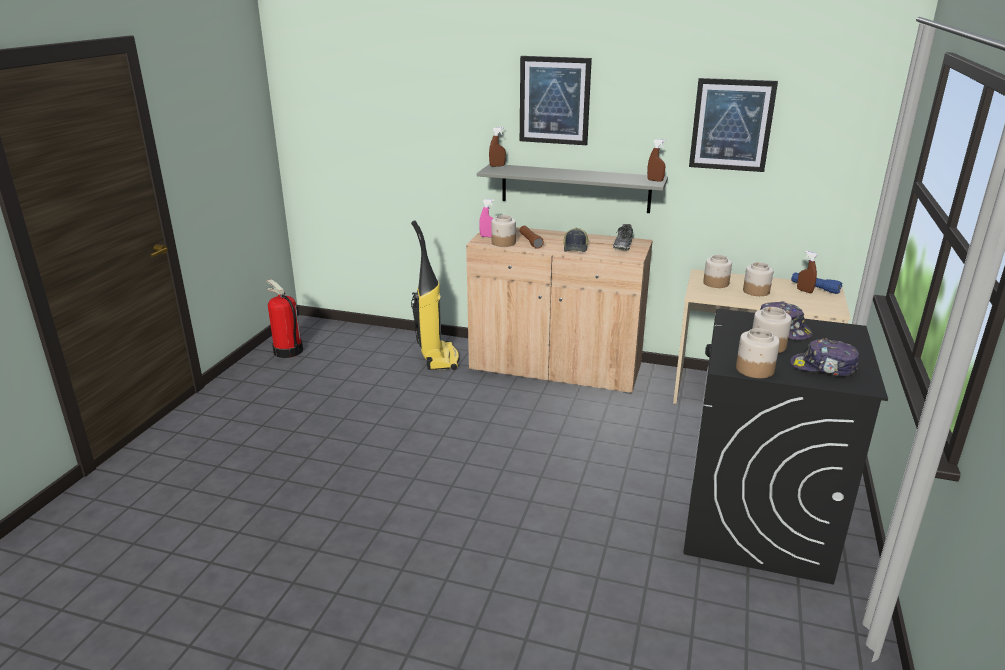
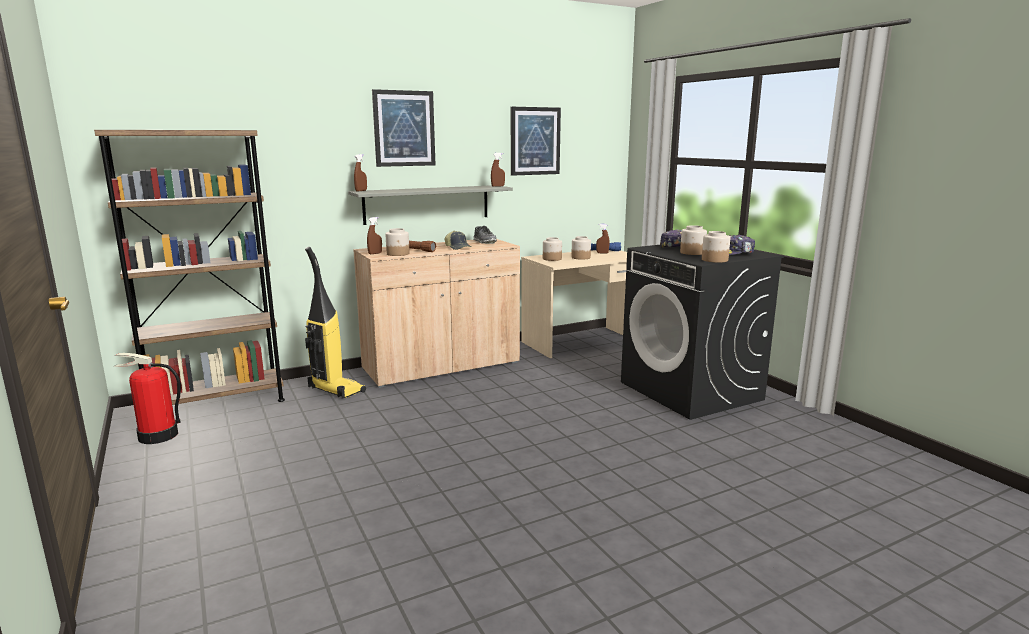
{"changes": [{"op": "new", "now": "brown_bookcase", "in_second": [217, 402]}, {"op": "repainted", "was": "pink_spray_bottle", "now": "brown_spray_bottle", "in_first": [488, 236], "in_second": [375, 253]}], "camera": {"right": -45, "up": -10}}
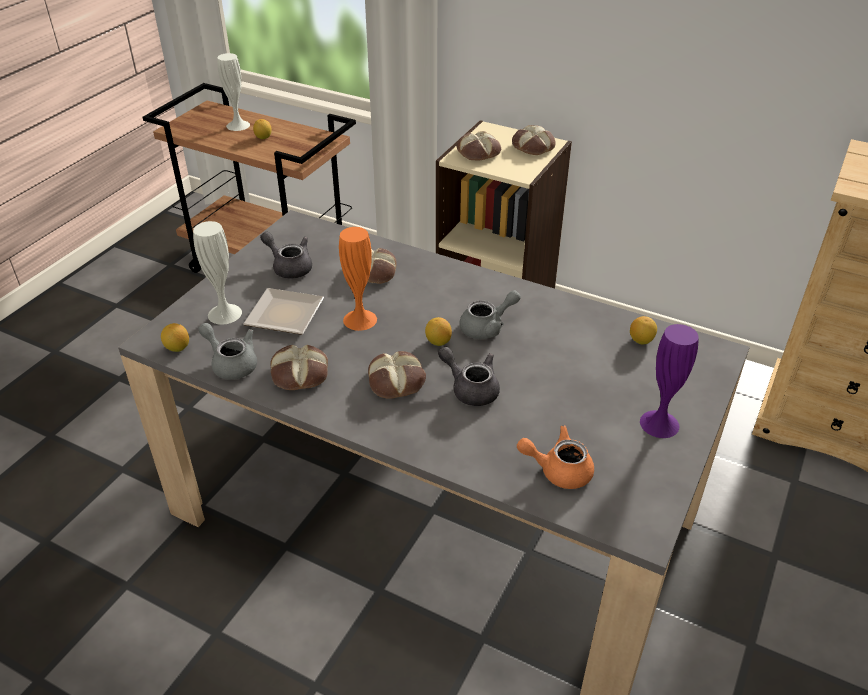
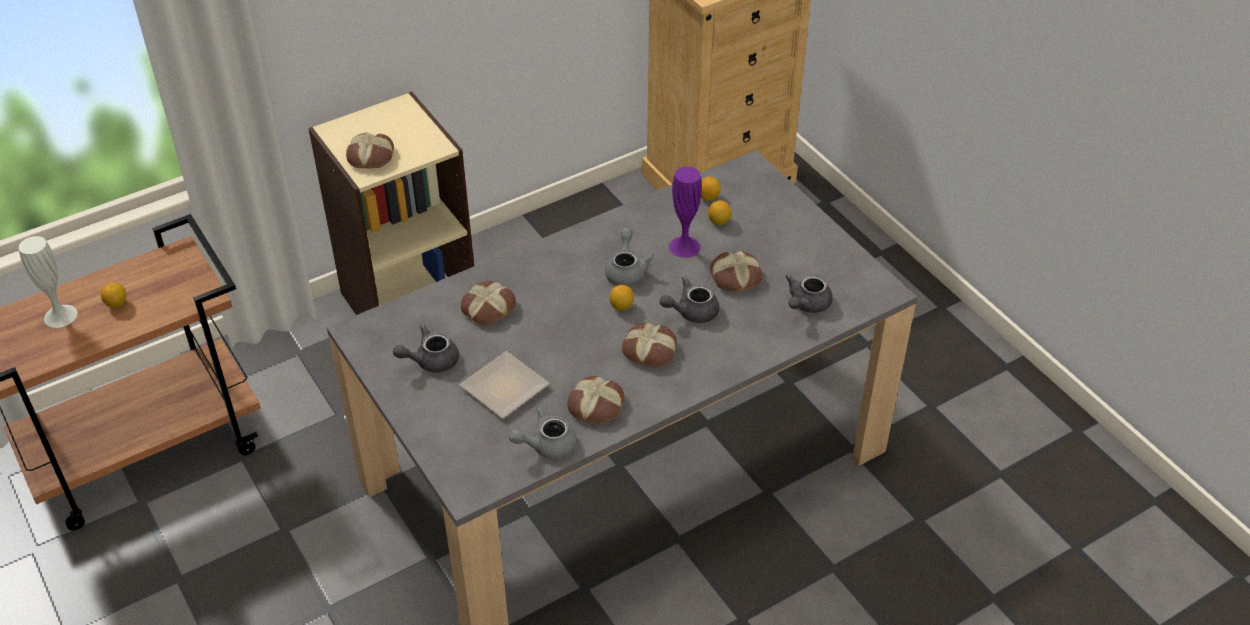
{"changes": [{"op": "gone", "was": "white_vase", "in_first": [224, 314]}, {"op": "gone", "was": "orange_vase", "in_first": [360, 319]}, {"op": "shifted", "was": "lemon", "in_first": [177, 348], "in_second": [719, 221]}, {"op": "shifted", "was": "bread", "in_first": [532, 147], "in_second": [736, 277]}, {"op": "shifted", "was": "purple_vase", "in_first": [659, 424], "in_second": [684, 247]}, {"op": "repainted", "was": "orange_teapot", "now": "grey_teapot", "in_first": [558, 470], "in_second": [806, 304]}], "camera": {"right": -60, "up": 5}}
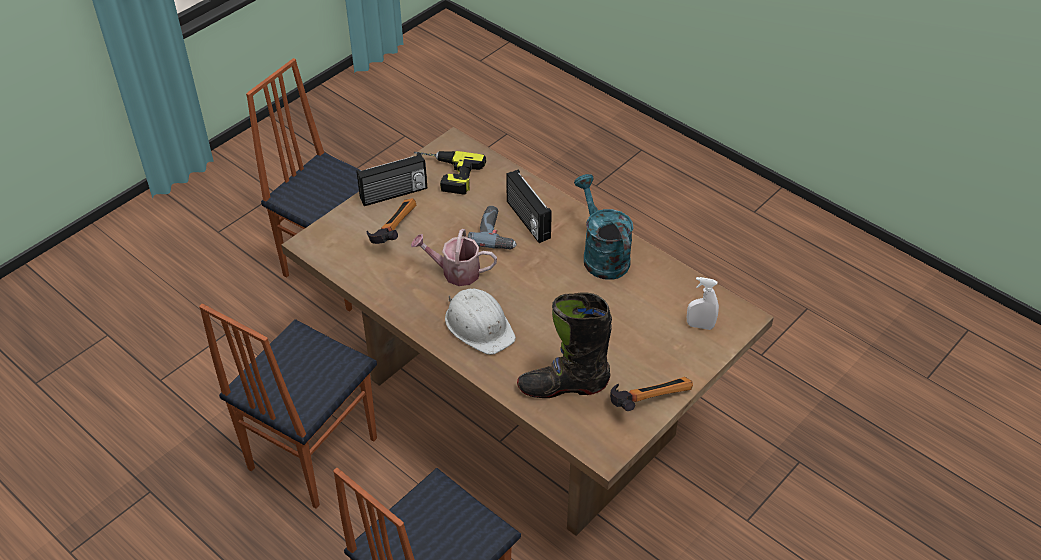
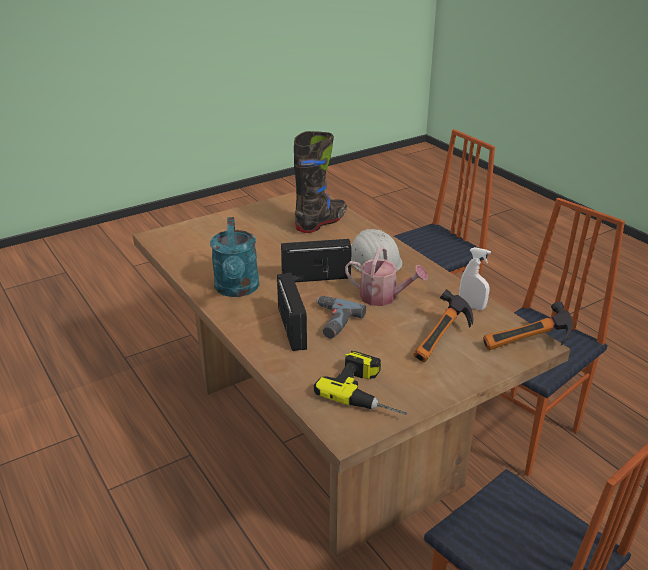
{"changes": [{"op": "shifted", "was": "radio", "in_first": [394, 194], "in_second": [316, 276]}, {"op": "shifted", "was": "hammer", "in_first": [647, 398], "in_second": [528, 346]}, {"op": "shifted", "was": "white_spray_bottle", "in_first": [700, 326], "in_second": [472, 306]}, {"op": "rotated", "was": "black_boot", "in_first": [563, 386], "in_second": [321, 222], "clockwise": -60}], "camera": {"right": -165, "up": -15}}
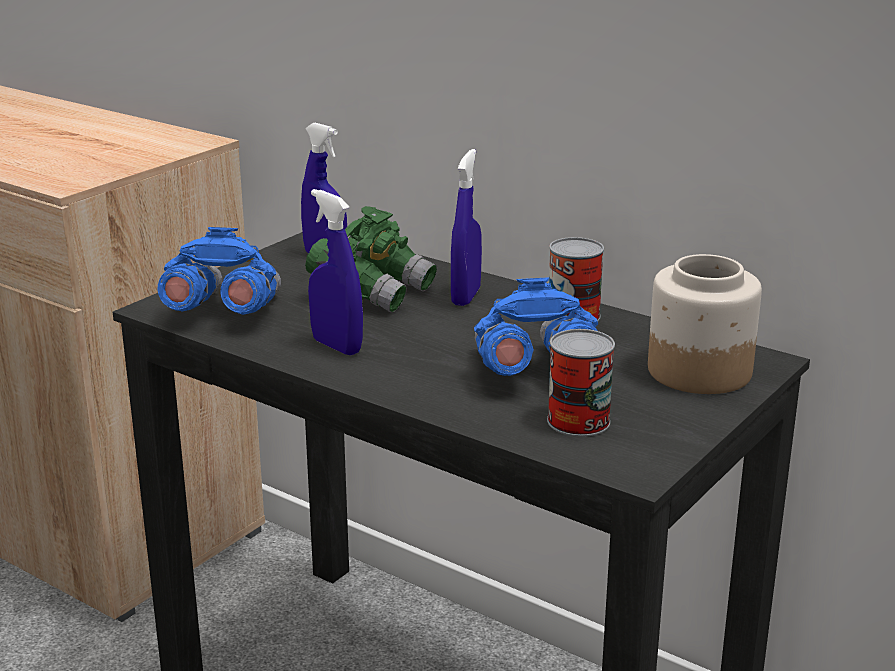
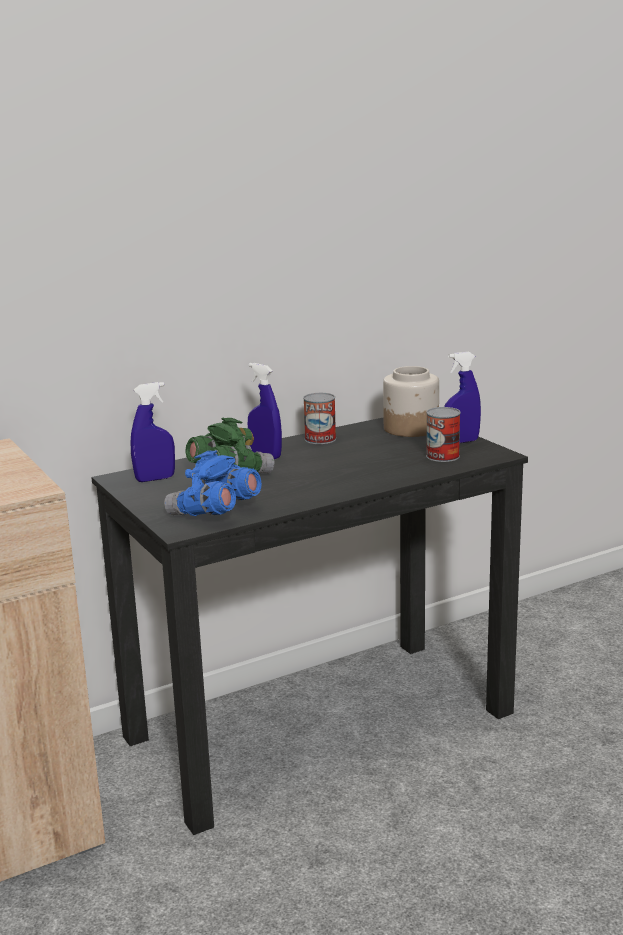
{"changes": [{"op": "gone", "was": "blue_binoculars", "in_first": [532, 372]}, {"op": "shifted", "was": "blue_spray_bottle", "in_first": [336, 346], "in_second": [461, 442]}], "camera": {"right": -65, "up": -5}}
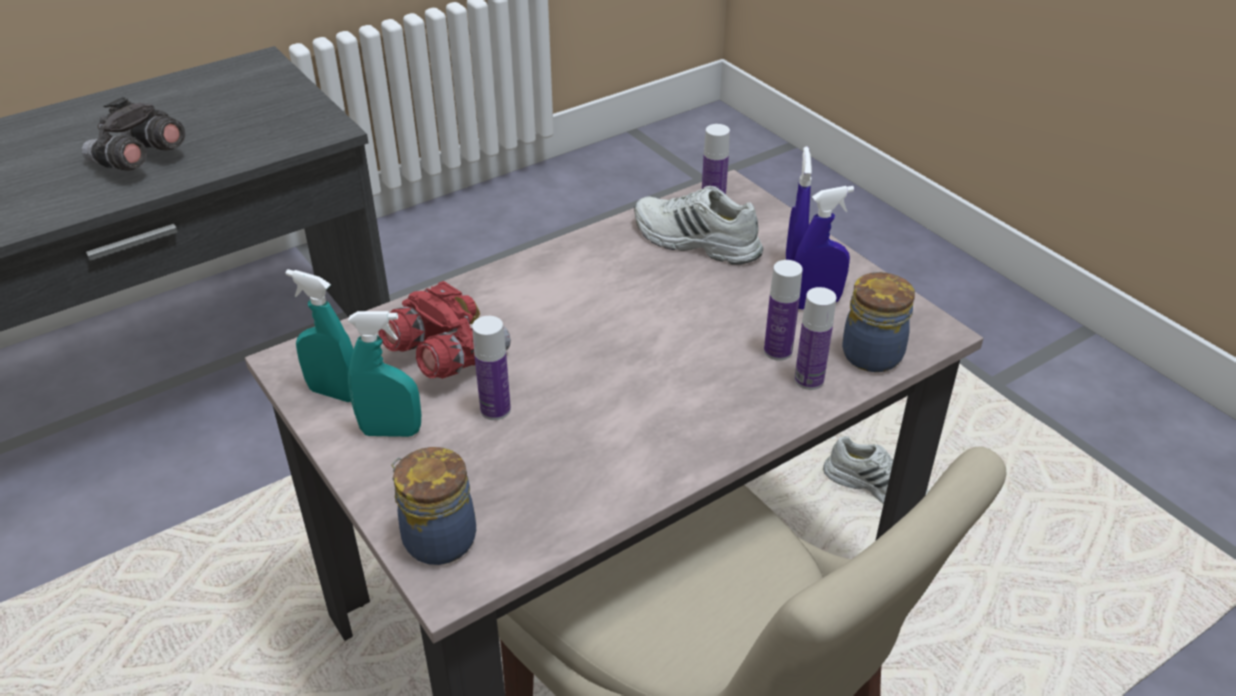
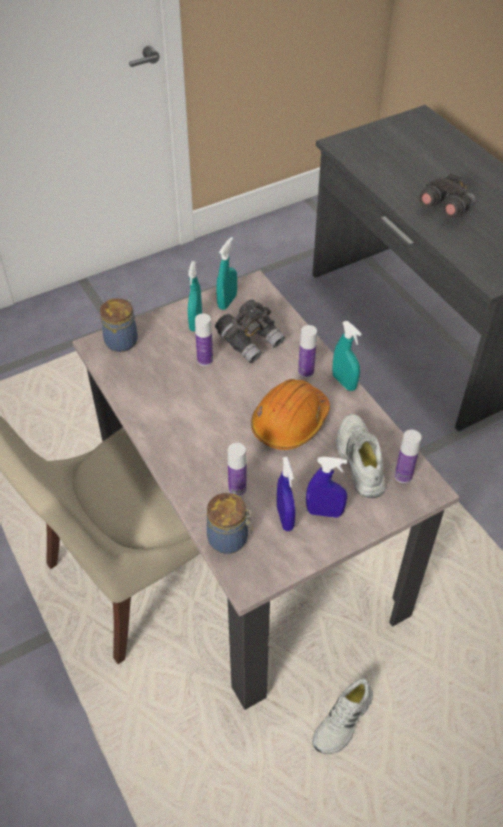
{"changes": [{"op": "new", "now": "orange_hard_hat", "in_second": [290, 423]}, {"op": "new", "now": "turquoise_spray_bottle", "in_second": [344, 382]}, {"op": "shifted", "was": "bottle", "in_first": [809, 380], "in_second": [306, 371]}, {"op": "repainted", "was": "red_binoculars", "now": "grey_binoculars", "in_first": [446, 356], "in_second": [250, 341]}, {"op": "rotated", "was": "white_shoe", "in_first": [695, 241], "in_second": [358, 460], "clockwise": -45}], "camera": {"right": 95, "up": 10}}
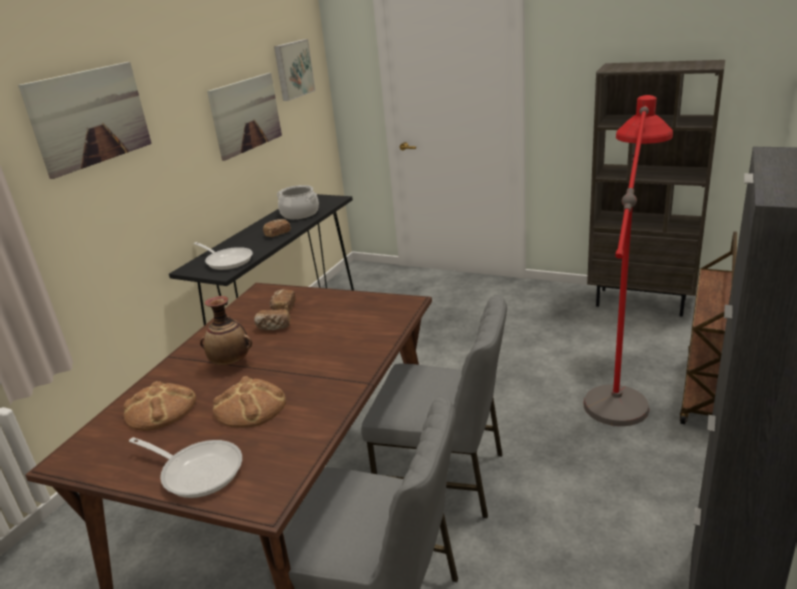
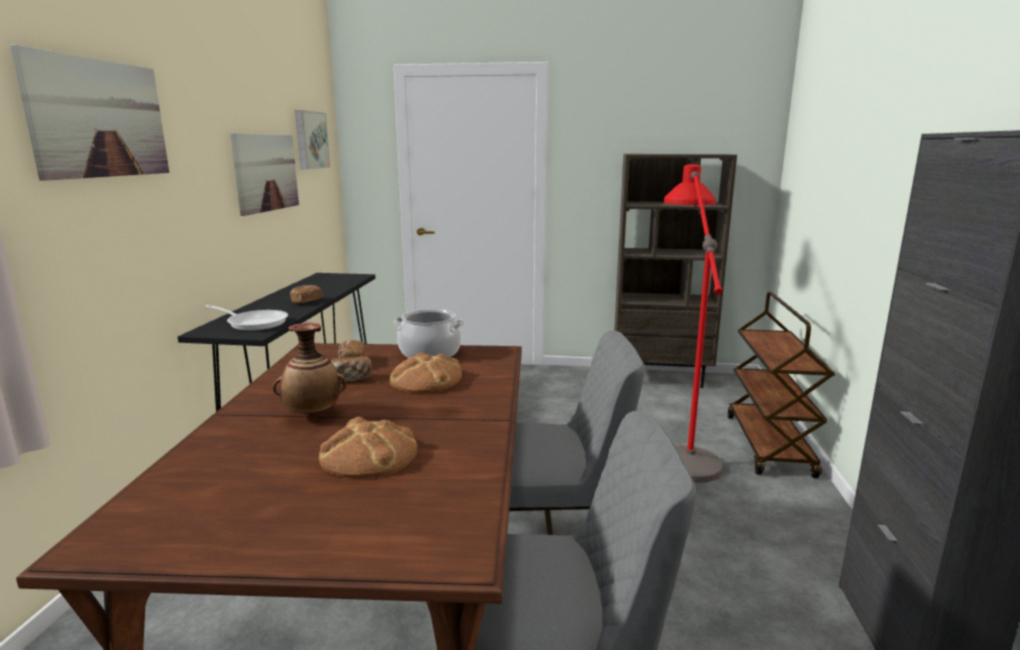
{"changes": [{"op": "gone", "was": "frying_pan", "in_first": [197, 471]}, {"op": "shifted", "was": "bread", "in_first": [160, 409], "in_second": [426, 379]}, {"op": "shifted", "was": "cooking_pot", "in_first": [299, 214], "in_second": [429, 353]}], "camera": {"right": -20, "up": -10}}
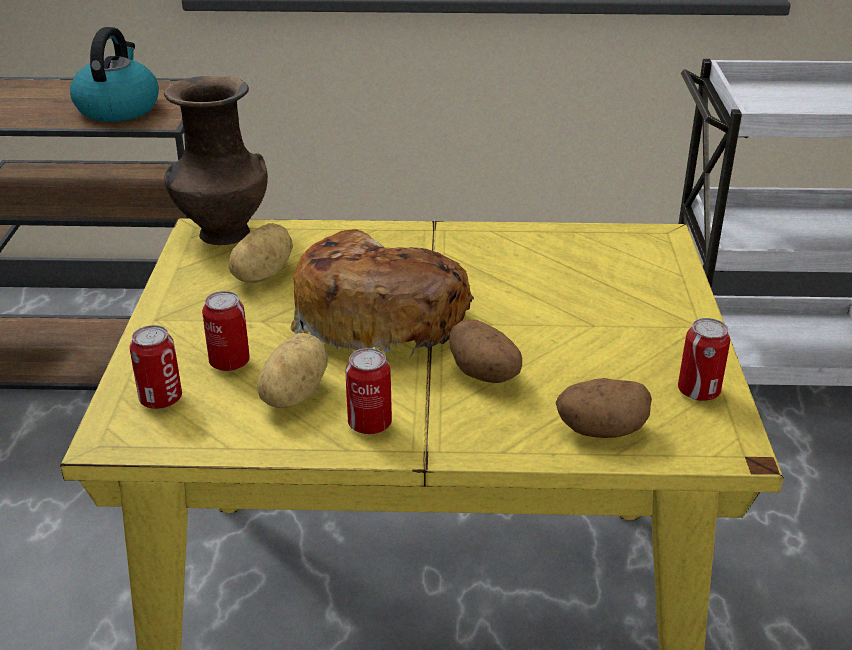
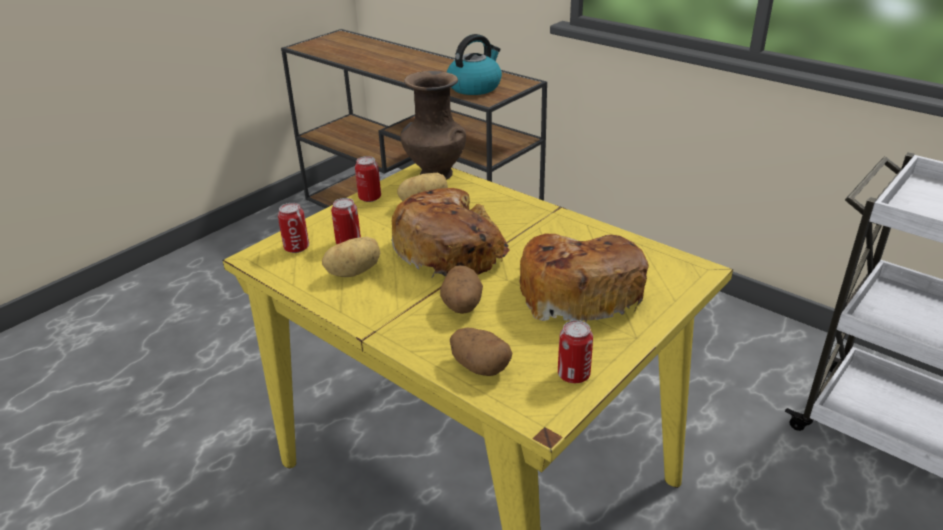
{"changes": [{"op": "new", "now": "bread", "in_second": [578, 291]}, {"op": "shifted", "was": "can", "in_first": [370, 424], "in_second": [370, 198]}], "camera": {"right": 40, "up": 0}}
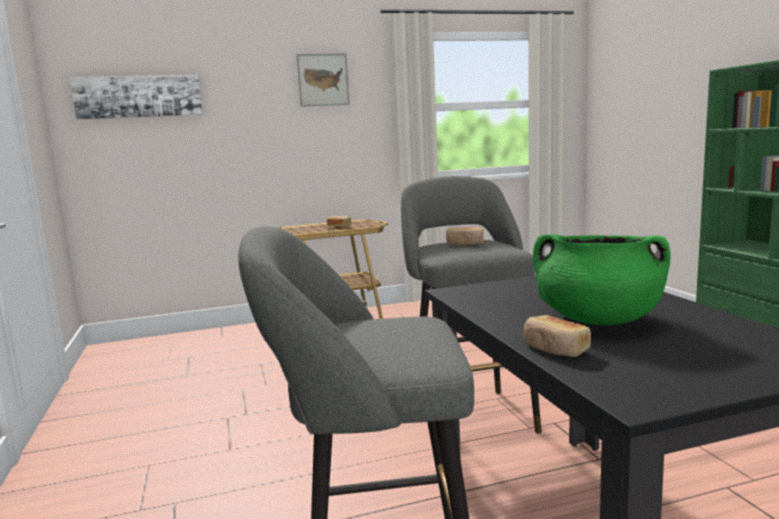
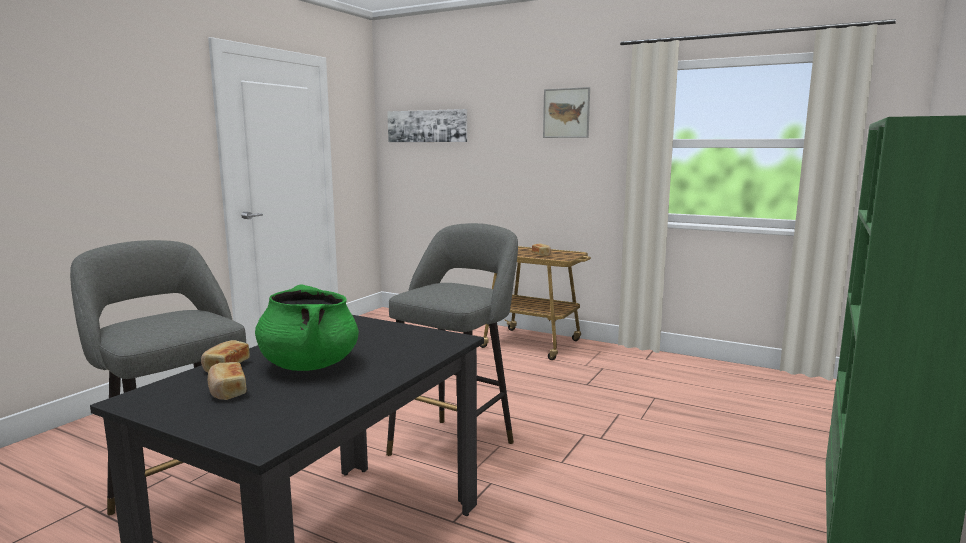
{"changes": [{"op": "shifted", "was": "bread", "in_first": [465, 244], "in_second": [227, 391]}], "camera": {"right": 45, "up": 0}}
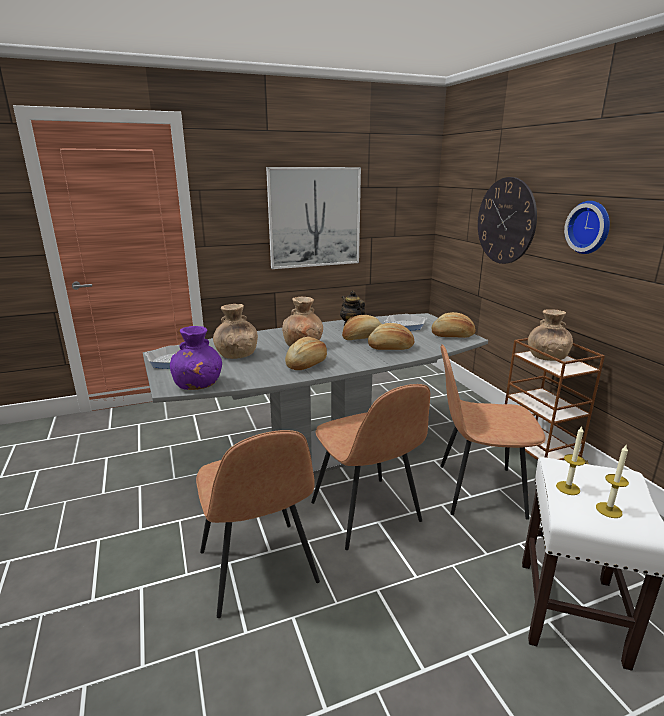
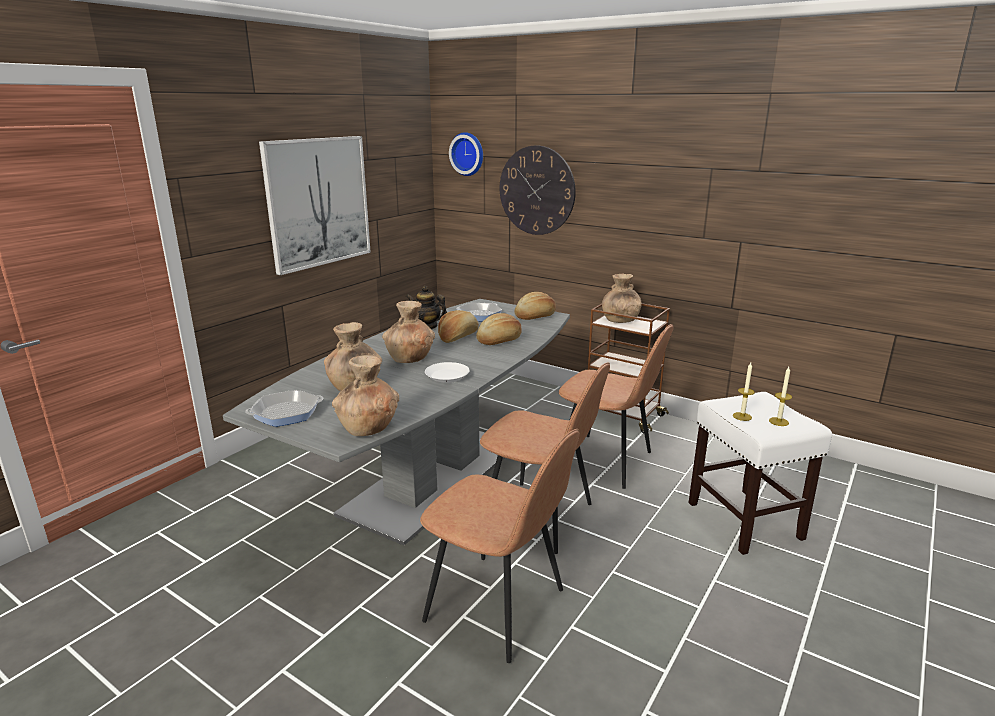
{"changes": [{"op": "shifted", "was": "wall_clock", "in_first": [590, 227], "in_second": [468, 154]}, {"op": "swapped", "was": "bread", "now": "white_plate", "in_first": [307, 364], "in_second": [446, 376]}, {"op": "repainted", "was": "purple_vase", "now": "brown_vase", "in_first": [198, 385], "in_second": [368, 428]}, {"op": "rotated", "was": "brown_chair", "in_first": [477, 490], "in_second": [607, 461], "clockwise": -120}], "camera": {"right": -35, "up": 0}}
